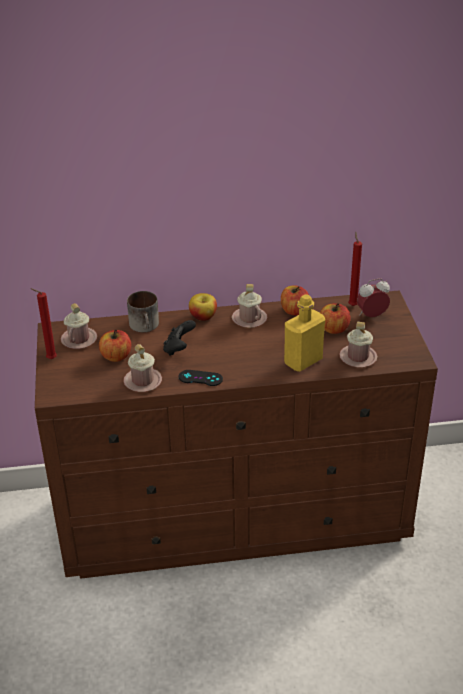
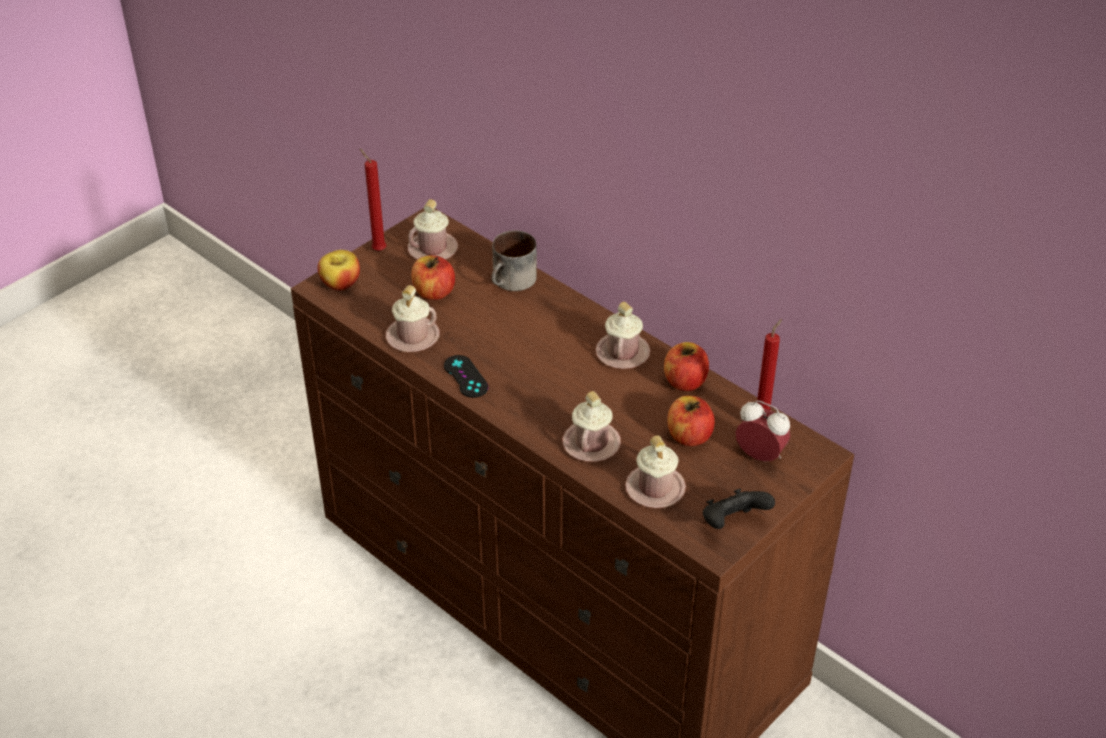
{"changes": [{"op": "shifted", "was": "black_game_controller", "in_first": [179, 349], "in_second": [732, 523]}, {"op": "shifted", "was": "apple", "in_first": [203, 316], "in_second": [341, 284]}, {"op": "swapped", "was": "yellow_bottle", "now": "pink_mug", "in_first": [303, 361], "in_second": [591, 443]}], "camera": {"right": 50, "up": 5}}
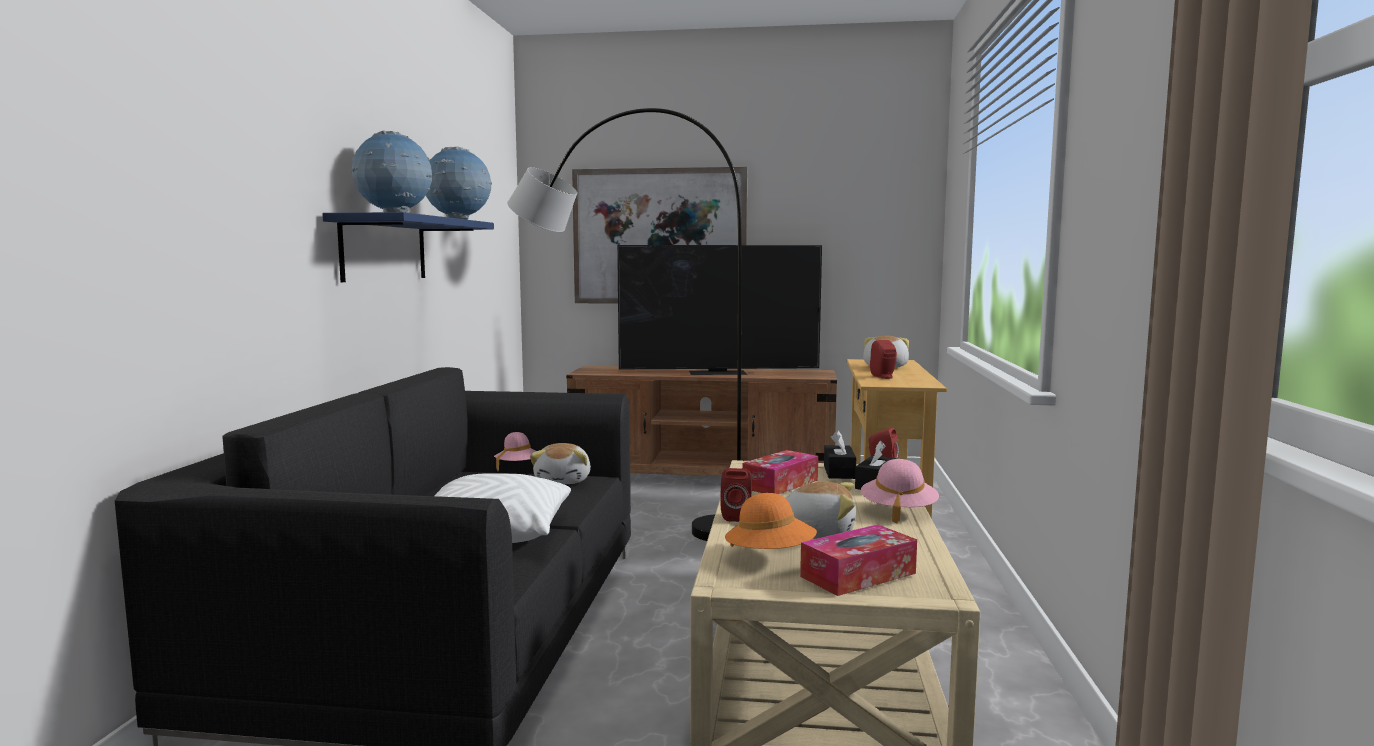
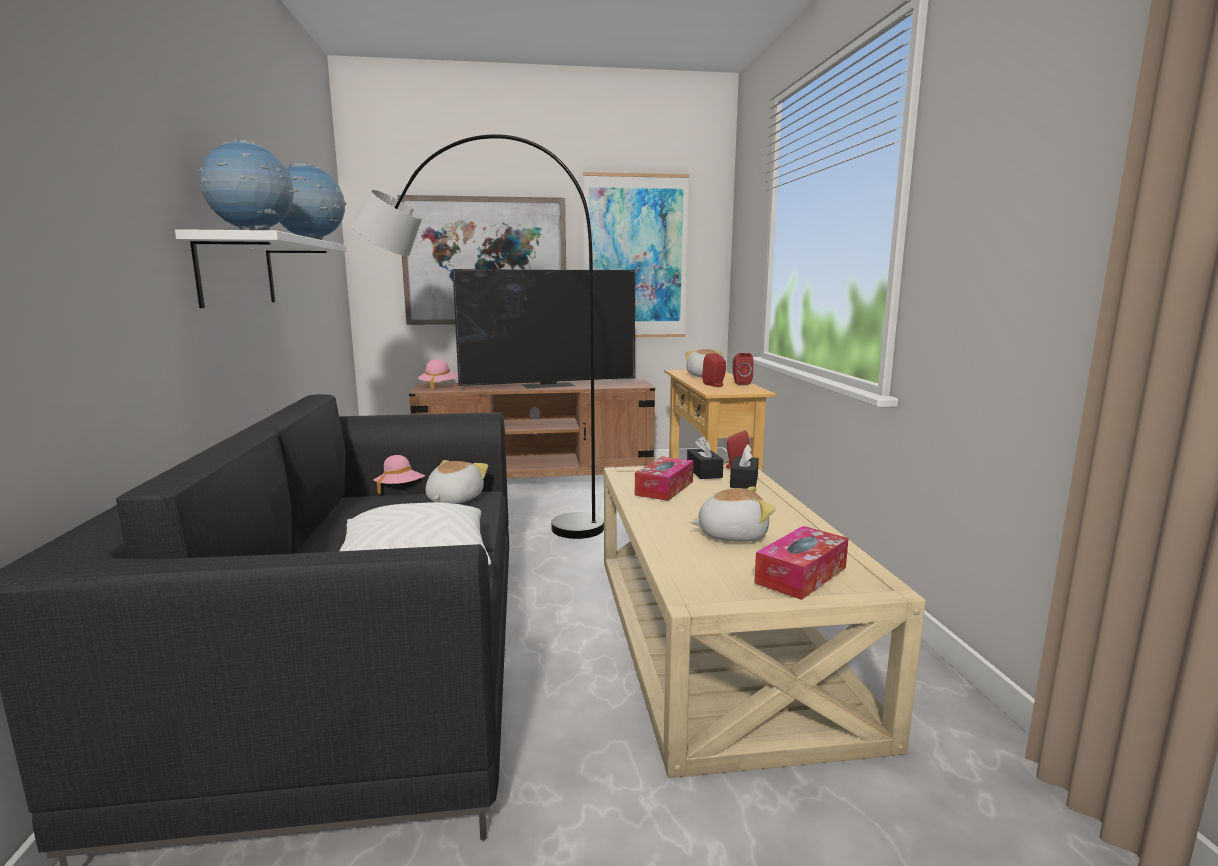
{"changes": [{"op": "gone", "was": "orange_hat", "in_first": [770, 556]}, {"op": "new", "now": "picture", "in_second": [635, 257]}, {"op": "shifted", "was": "red_speaker", "in_first": [736, 516], "in_second": [740, 383]}, {"op": "shifted", "was": "pink_hat", "in_first": [898, 511], "in_second": [438, 386]}, {"op": "repainted", "was": "blue_shelf", "now": "white_shelf", "in_first": [384, 249], "in_second": [237, 271]}, {"op": "rotated", "was": "plush_toy", "in_first": [564, 481], "in_second": [453, 499], "clockwise": -150}], "camera": {"right": -15, "up": 5}}
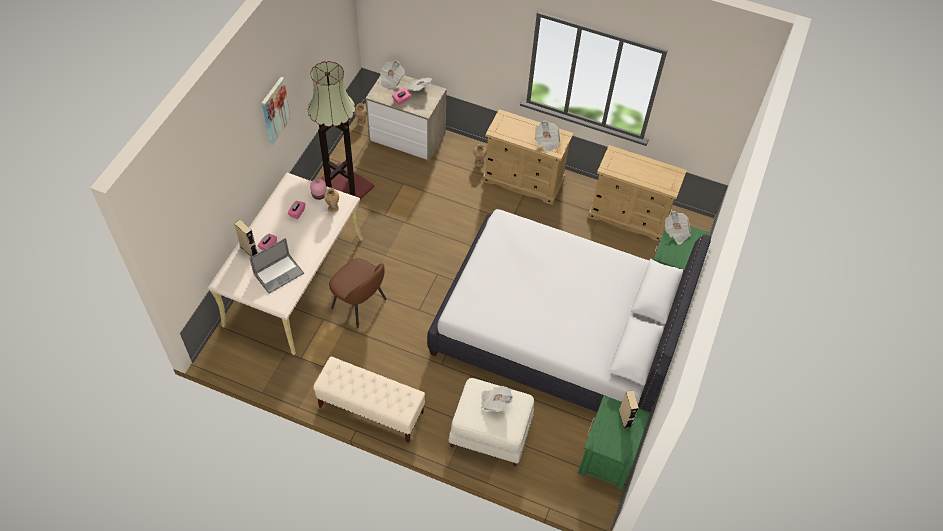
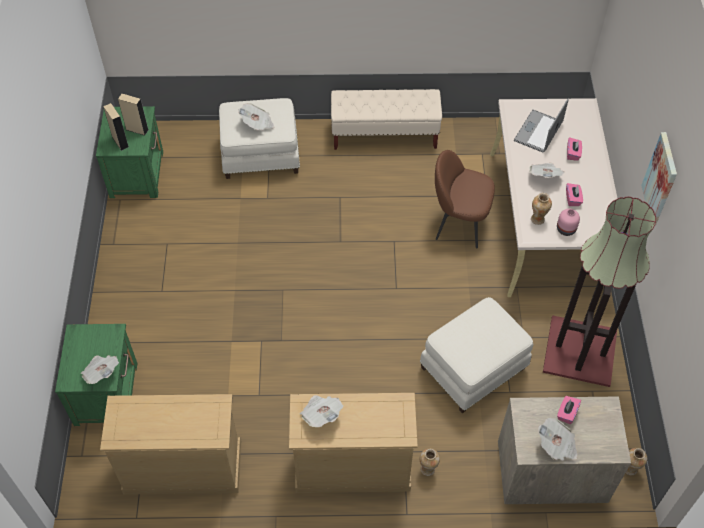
{"changes": [{"op": "gone", "was": "white_bed", "in_first": [558, 331]}, {"op": "new", "now": "white_ottoman", "in_second": [474, 369]}, {"op": "shifted", "was": "beige_speaker", "in_first": [249, 249], "in_second": [137, 129]}, {"op": "shifted", "was": "newspaper", "in_first": [391, 80], "in_second": [544, 176]}], "camera": {"right": 160, "up": 0}}
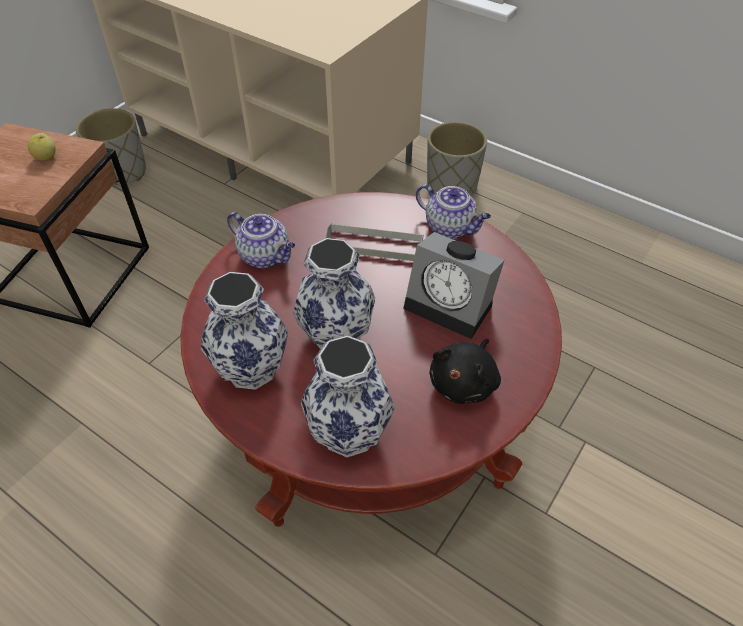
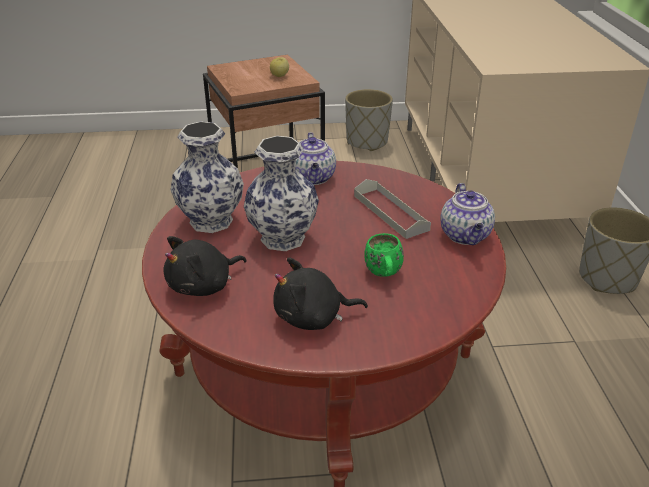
{"changes": [{"op": "swapped", "was": "vase", "now": "black_plush_toy", "in_first": [350, 431], "in_second": [203, 285]}, {"op": "swapped", "was": "alarm_clock", "now": "green_mug", "in_first": [452, 305], "in_second": [384, 275]}], "camera": {"right": 50, "up": -15}}
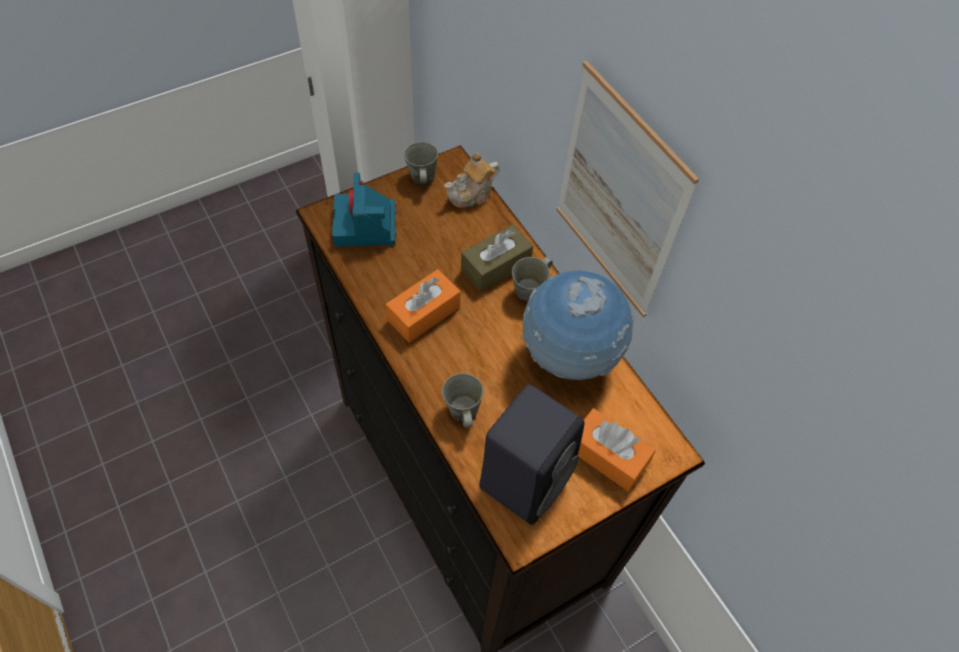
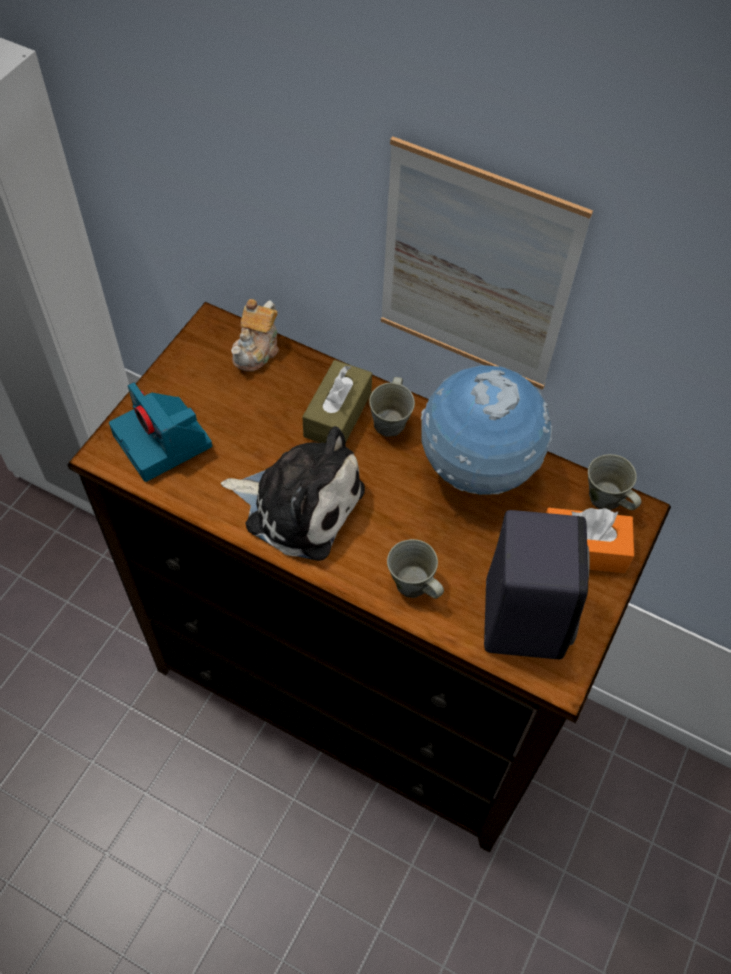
{"changes": [{"op": "shifted", "was": "grey_mug", "in_first": [422, 178], "in_second": [606, 499]}, {"op": "swapped", "was": "orange_tissue_box", "now": "plush_toy", "in_first": [423, 313], "in_second": [298, 504]}], "camera": {"right": -30, "up": 0}}
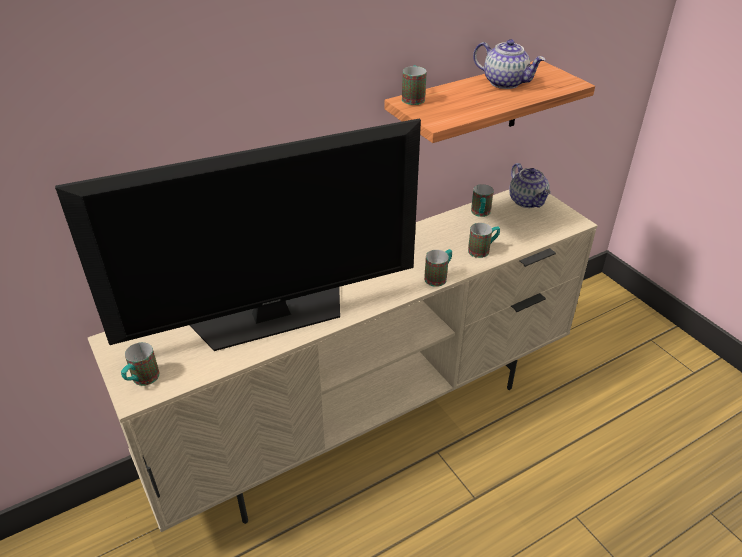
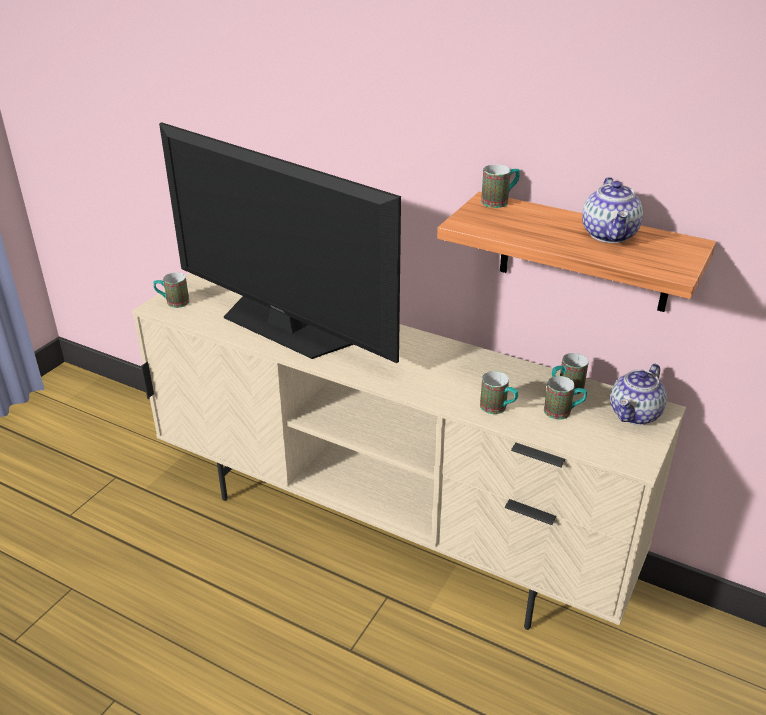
{"changes": [{"op": "shifted", "was": "mug", "in_first": [438, 277], "in_second": [563, 412]}], "camera": {"right": 60, "up": -5}}
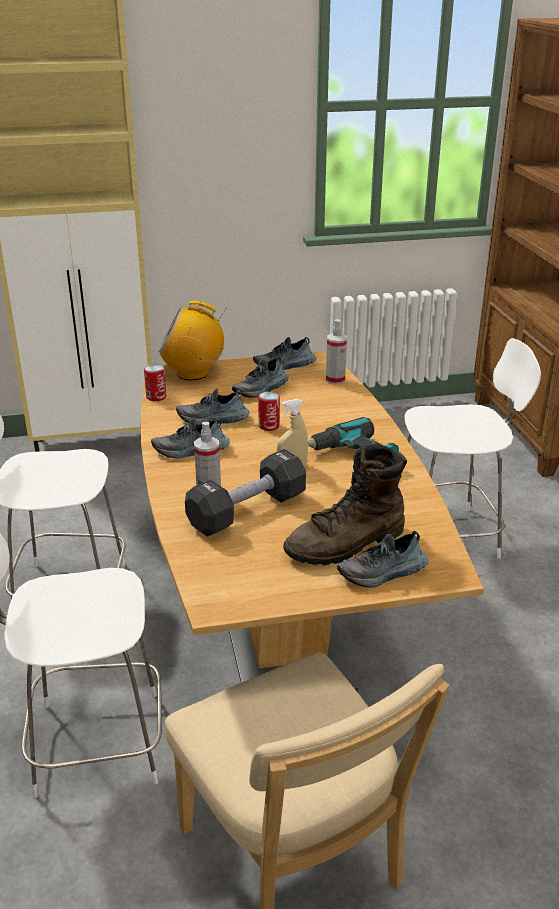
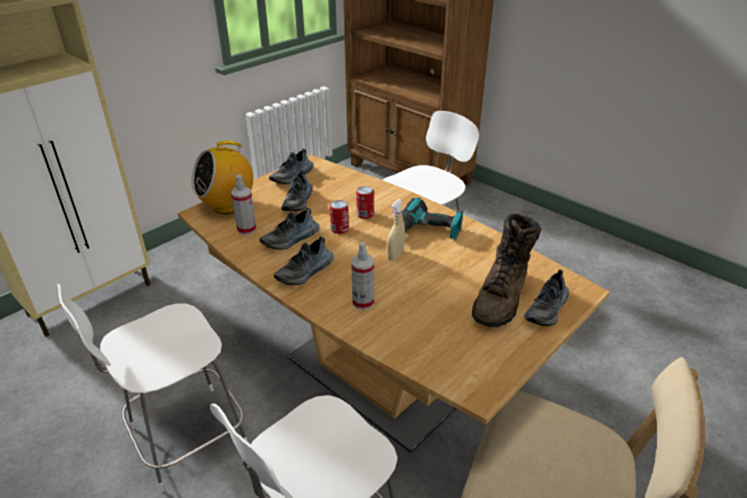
{"changes": [{"op": "gone", "was": "black_dumbbell", "in_first": [247, 511]}, {"op": "shifted", "was": "can", "in_first": [156, 397], "in_second": [365, 214]}, {"op": "shifted", "was": "spray_bottle", "in_first": [335, 380], "in_second": [246, 229]}], "camera": {"right": -35, "up": 5}}
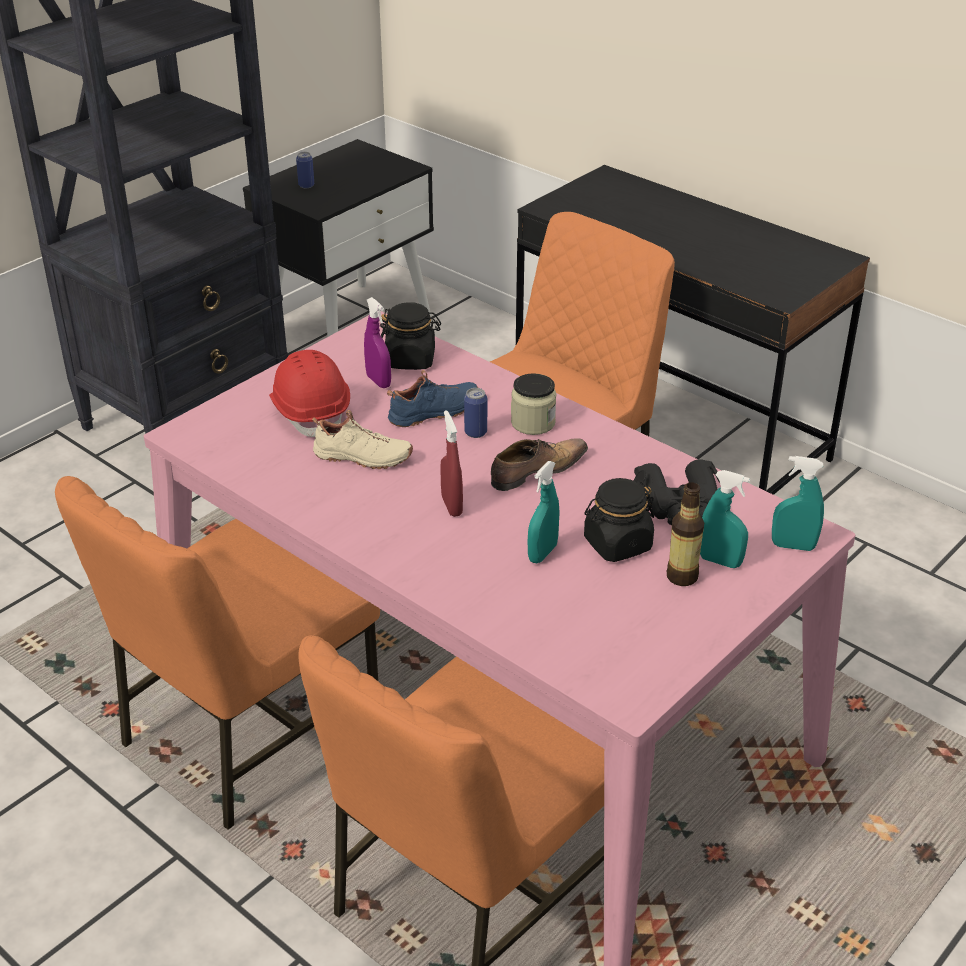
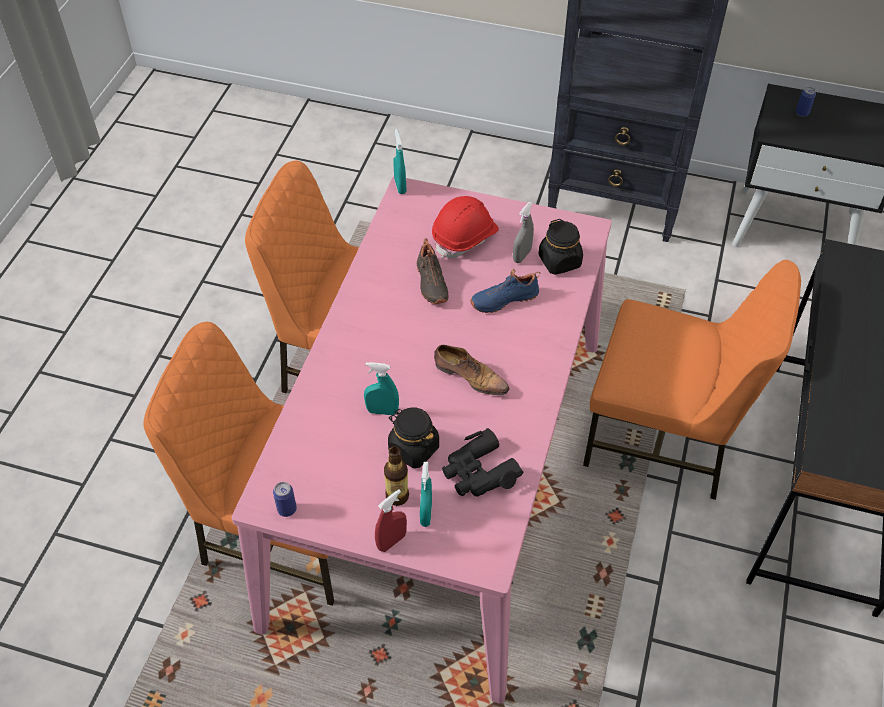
{"changes": [{"op": "gone", "was": "jar", "in_first": [533, 423]}, {"op": "shifted", "was": "red_spray_bottle", "in_first": [451, 506], "in_second": [391, 541]}, {"op": "shifted", "was": "can", "in_first": [475, 432], "in_second": [287, 509]}, {"op": "shifted", "was": "turquoise_spray_bottle", "in_first": [793, 546], "in_second": [400, 186]}, {"op": "repainted", "was": "beige_shoe", "now": "black_shoe", "in_first": [362, 458], "in_second": [430, 283]}, {"op": "repainted", "was": "purple_spray_bottle", "now": "grey_spray_bottle", "in_first": [378, 381], "in_second": [522, 255]}, {"op": "rotated", "was": "blue_shoe", "in_first": [435, 413], "in_second": [503, 299], "clockwise": 120}], "camera": {"right": 65, "up": 15}}
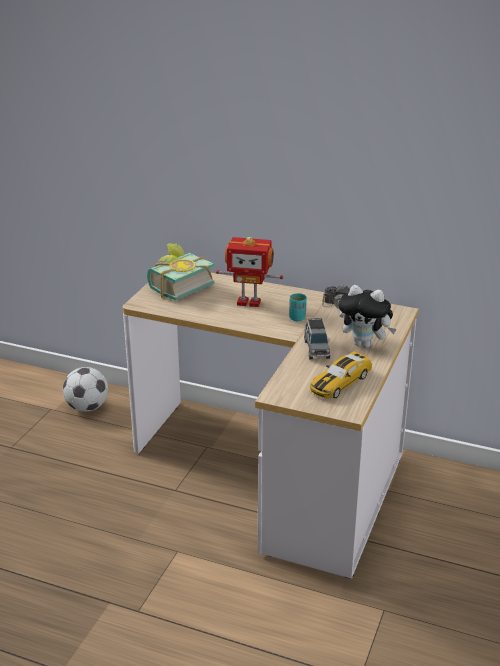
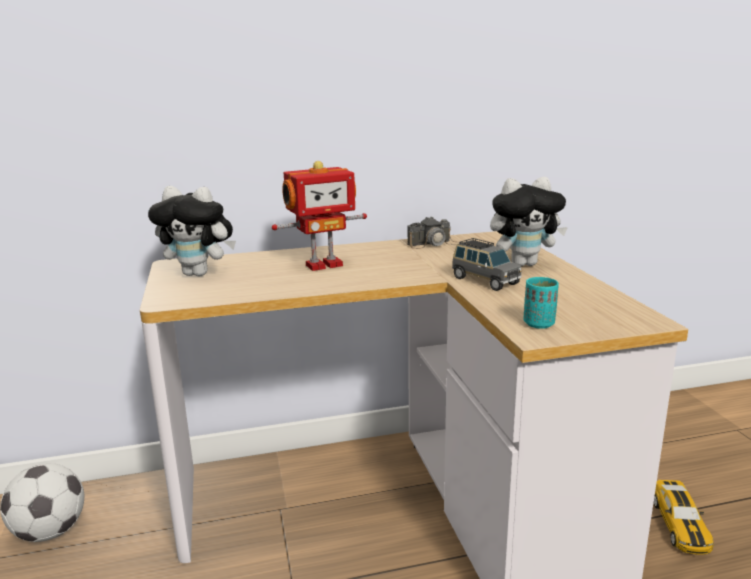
{"changes": [{"op": "shifted", "was": "turquoise_cup", "in_first": [297, 318], "in_second": [539, 324]}, {"op": "shifted", "was": "toy_car", "in_first": [340, 383], "in_second": [680, 524]}, {"op": "swapped", "was": "book", "now": "plush_toy", "in_first": [177, 286], "in_second": [199, 274]}], "camera": {"right": -35, "up": -10}}
